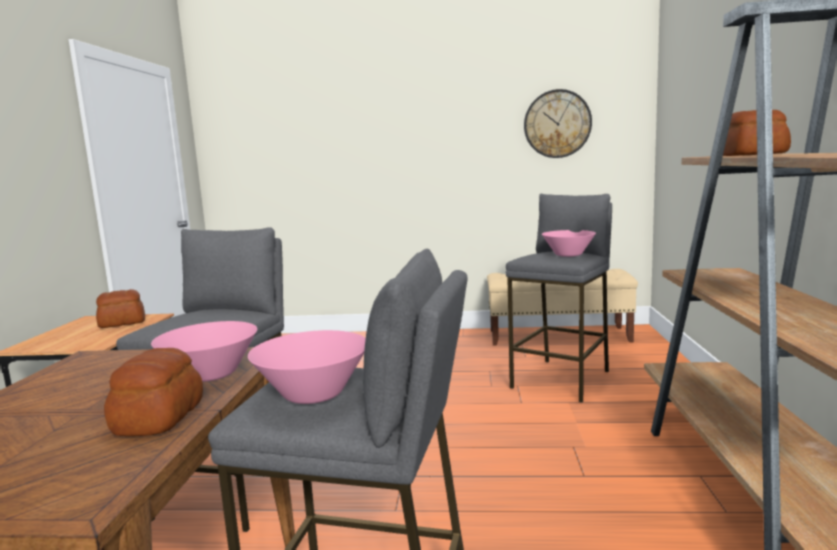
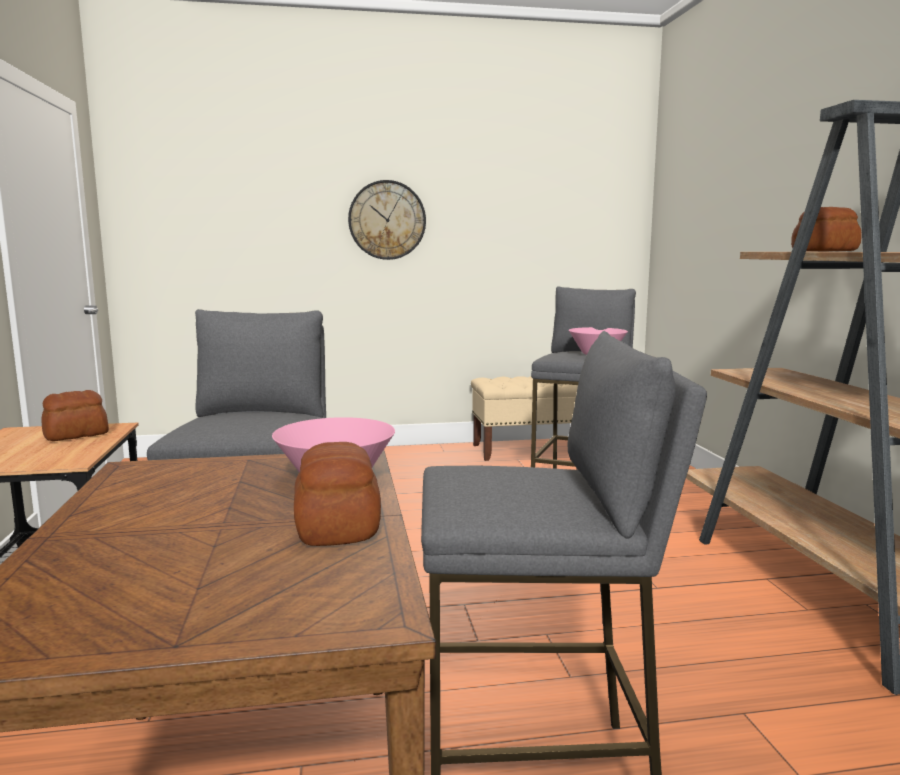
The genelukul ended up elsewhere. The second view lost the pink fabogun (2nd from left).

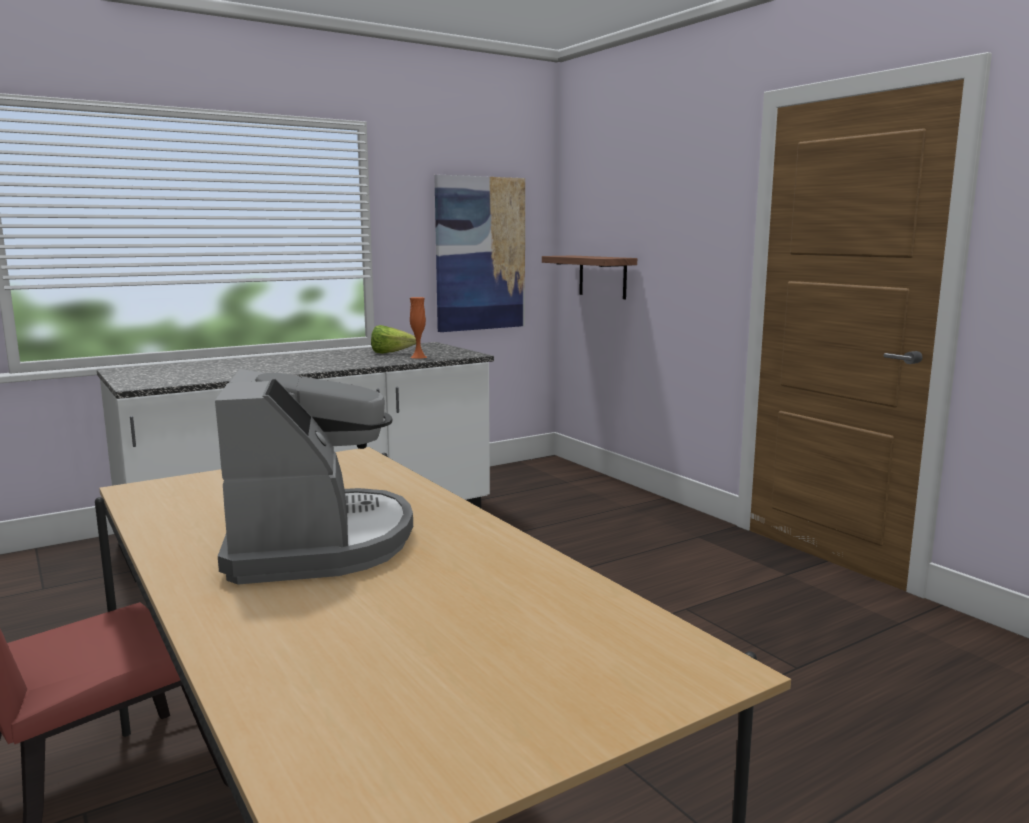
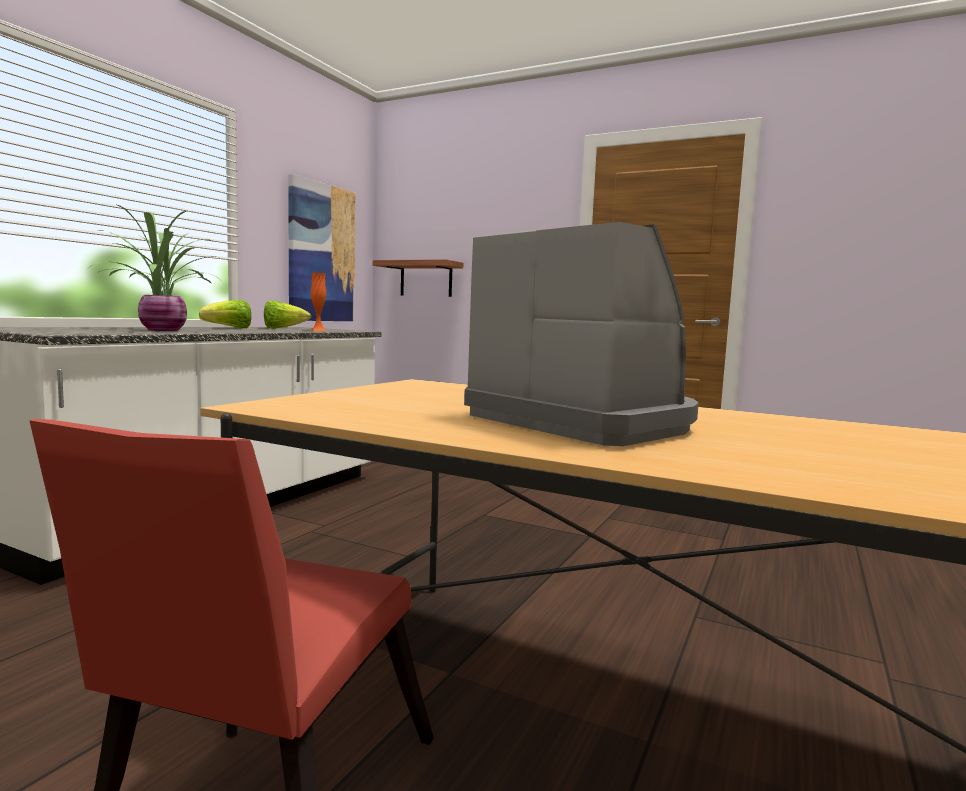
The second view gained the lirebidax. The second view gained the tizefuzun (1st from left).

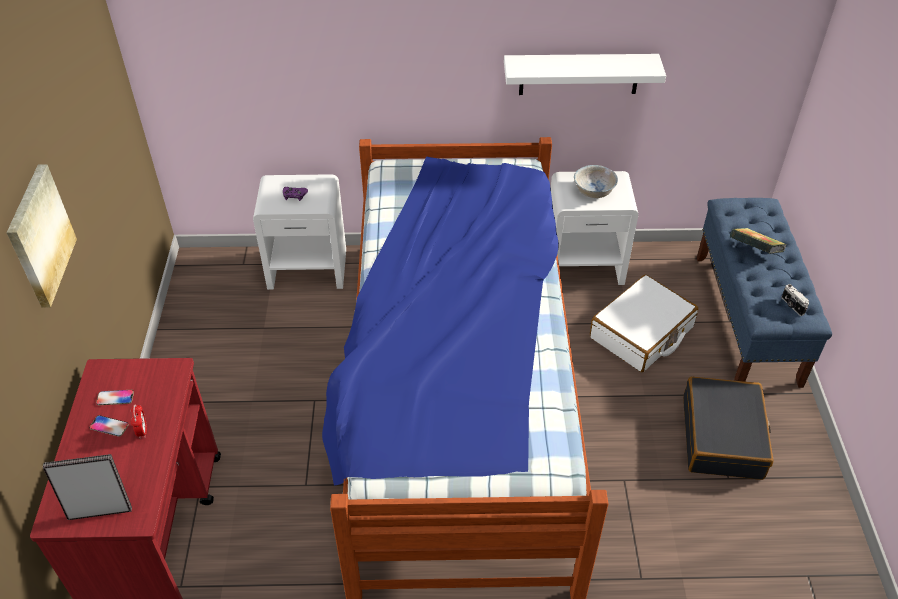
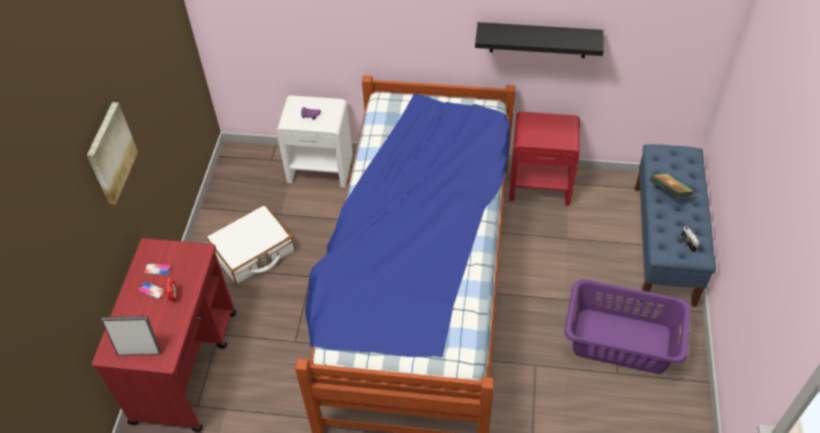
The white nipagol ended up elsewhere. What was the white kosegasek turned into the black kosegasek. What was the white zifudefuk (2nd from left) turned into the red zifudefuk. Where the black nipagol stood, the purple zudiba came to stand. The second view lost the white fabogun.

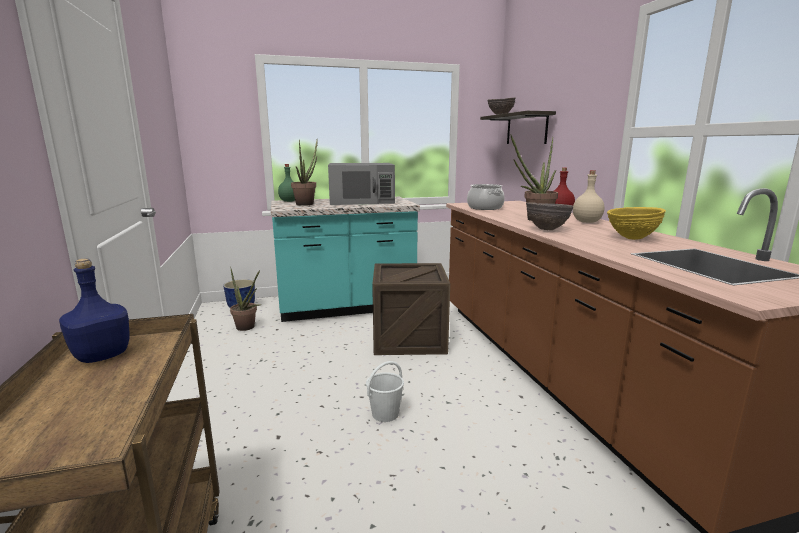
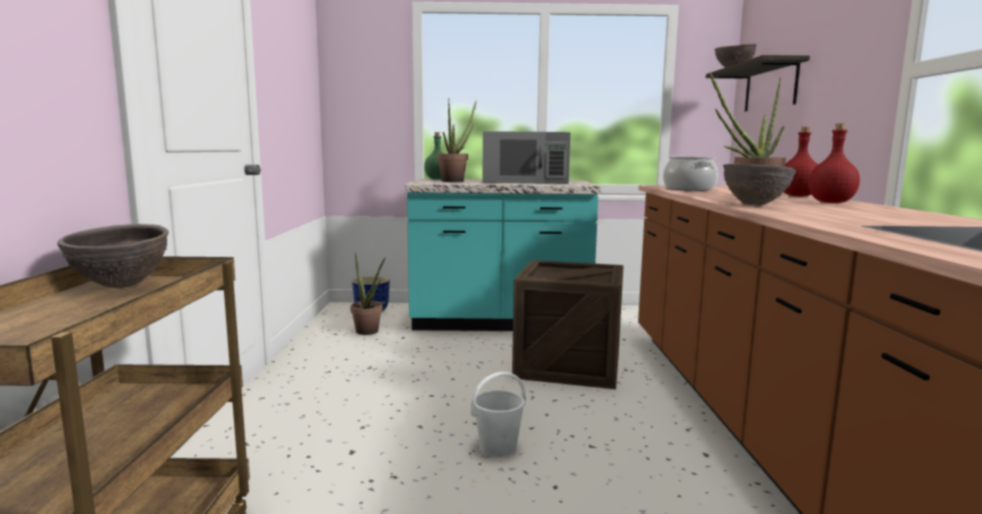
Where the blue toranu stood, the brown fabogun (1st from left) came to stand. What was the beige toranu turned into the red toranu (2nd from left). The second view lost the yellow fabogun.

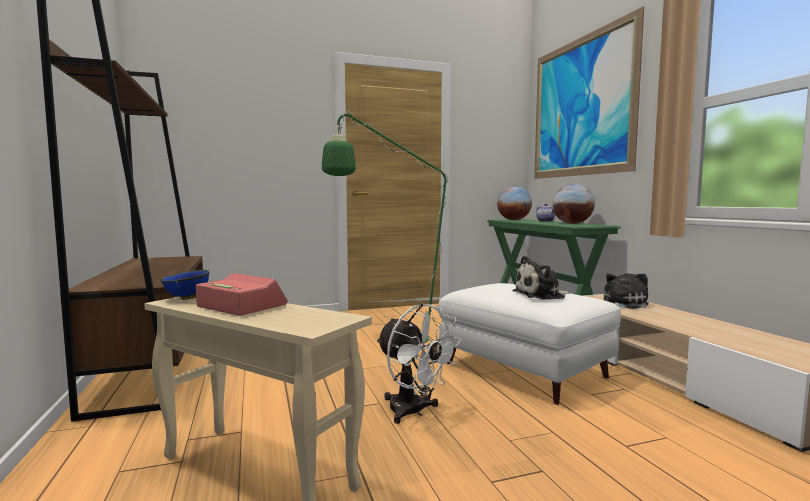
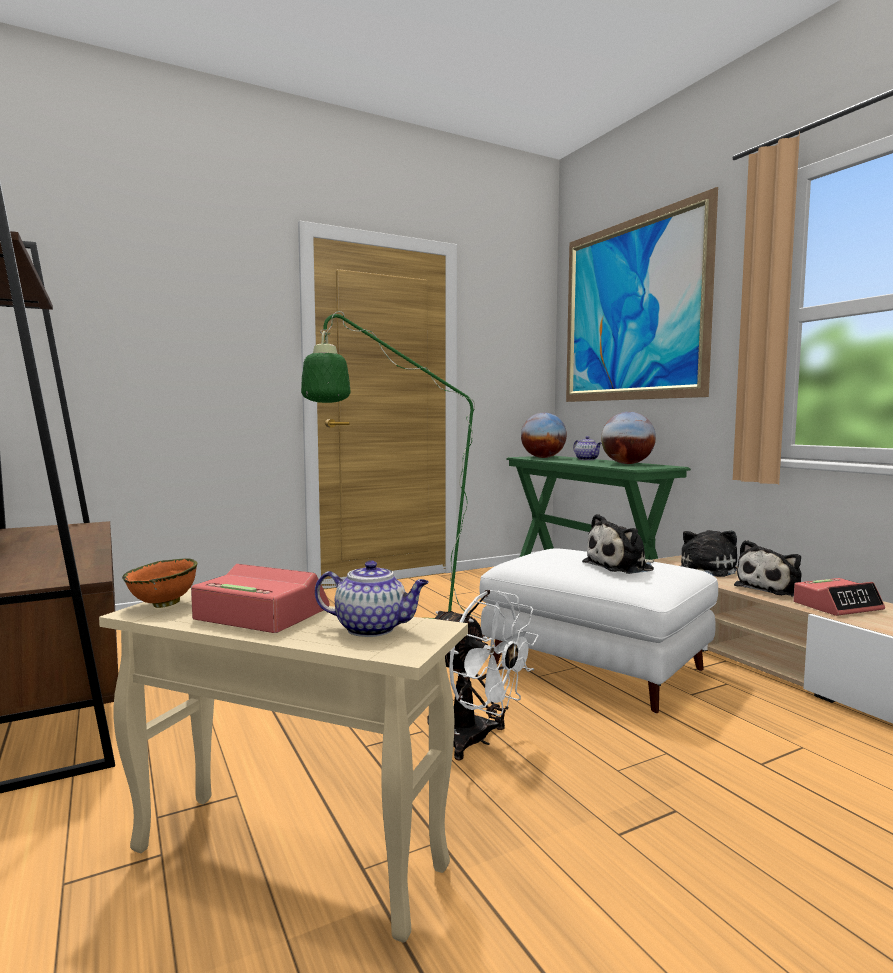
What was the blue fabogun turned into the orange fabogun. The second view gained the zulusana (1st from left). The second view gained the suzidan (3rd from left). The second view gained the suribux (2nd from left).

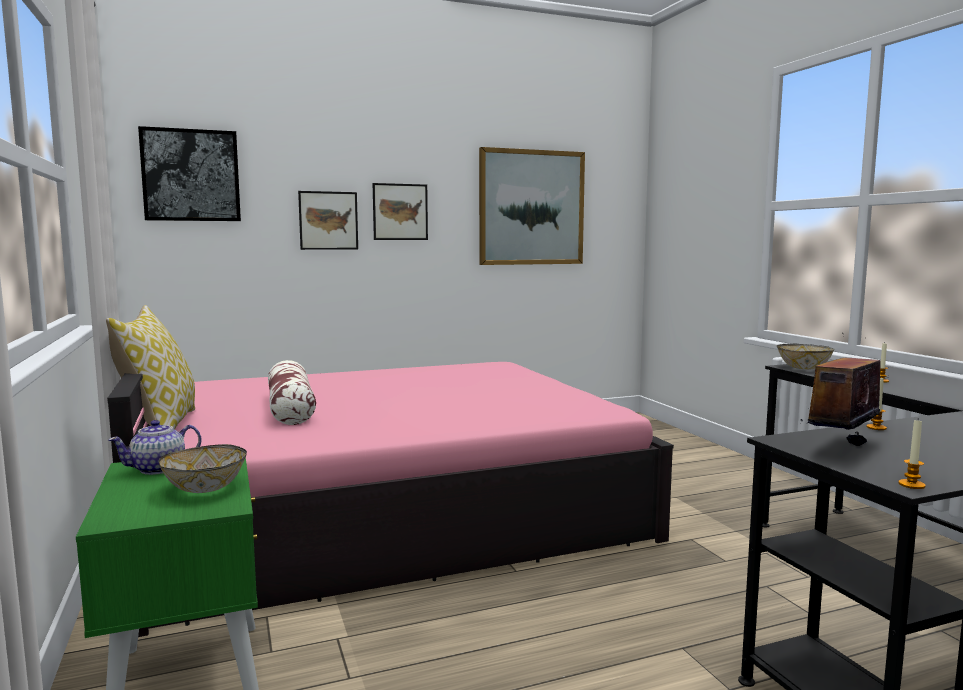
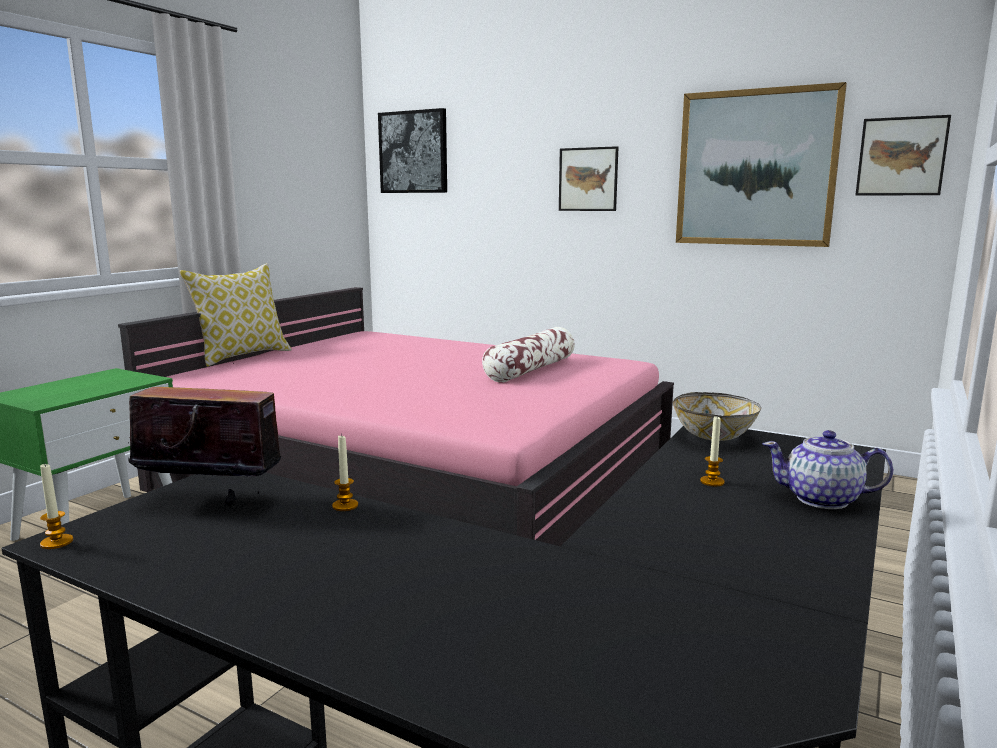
The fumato (2nd from left) ended up elsewhere. The zulusana ended up elsewhere. The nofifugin (2nd from left in the first image) ended up elsewhere. The second view lost the fabogun (1st from left).

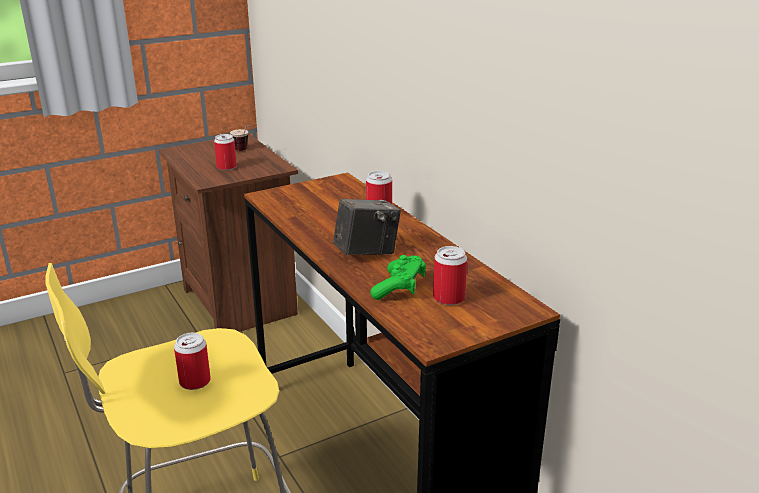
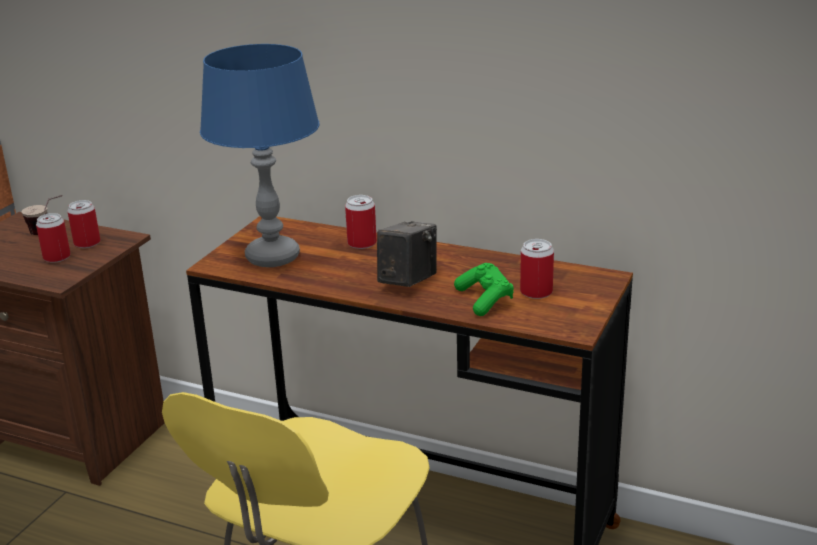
The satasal (1st from left in the first image) ended up elsewhere. The second view gained the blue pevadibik.

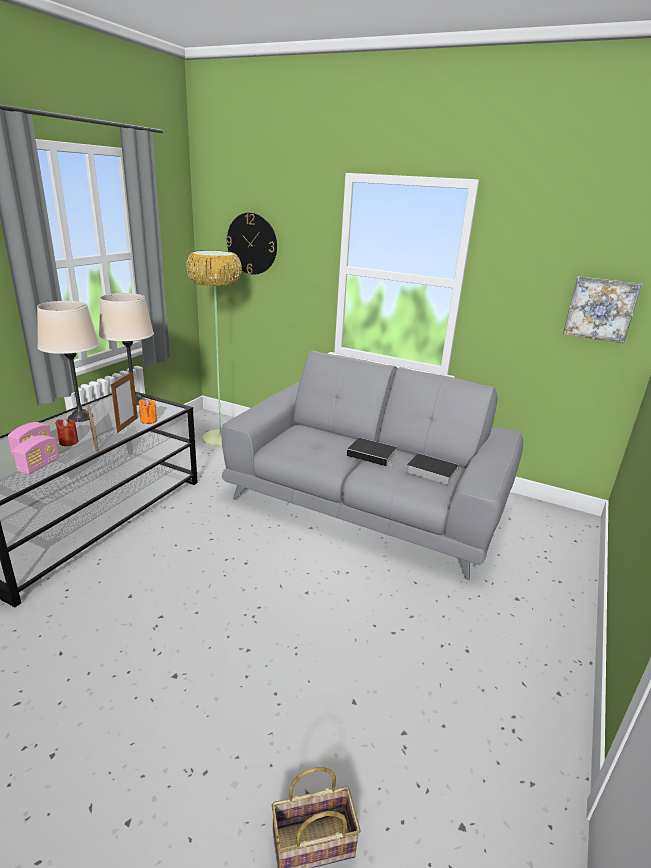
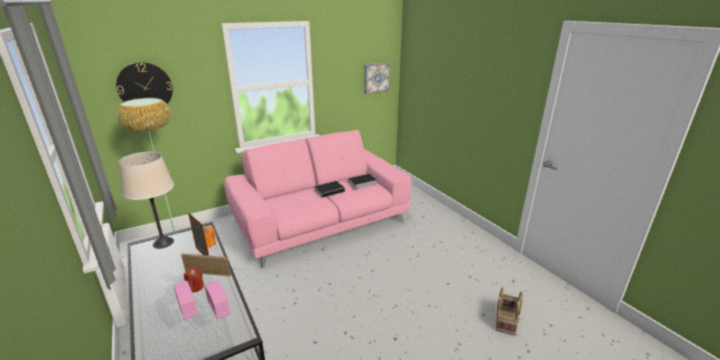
What was the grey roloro turned into the pink roloro. The second view lost the beige pevadibik (1st from left).

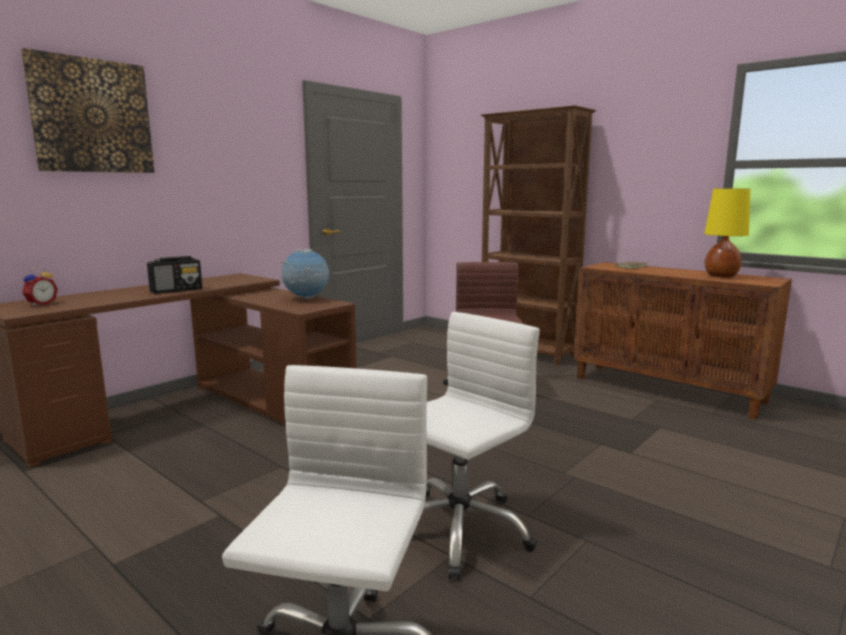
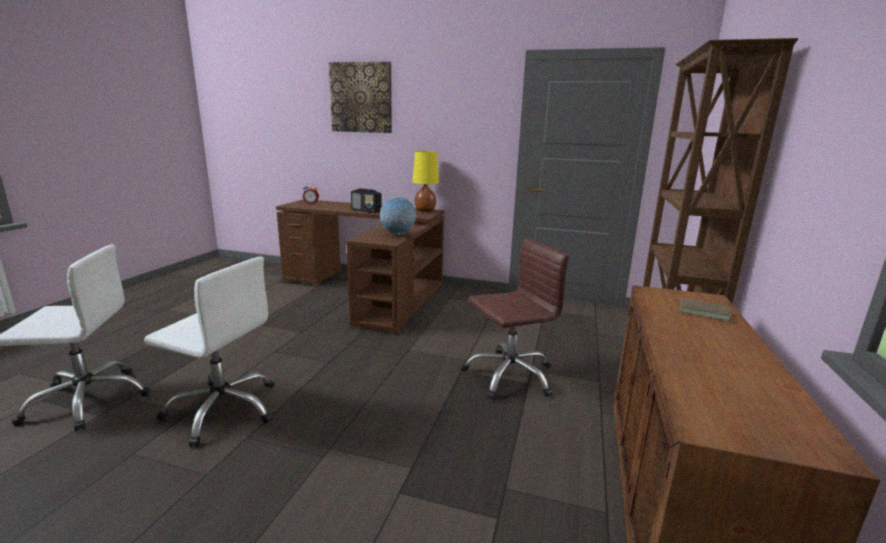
The yellow pevadibik ended up elsewhere.

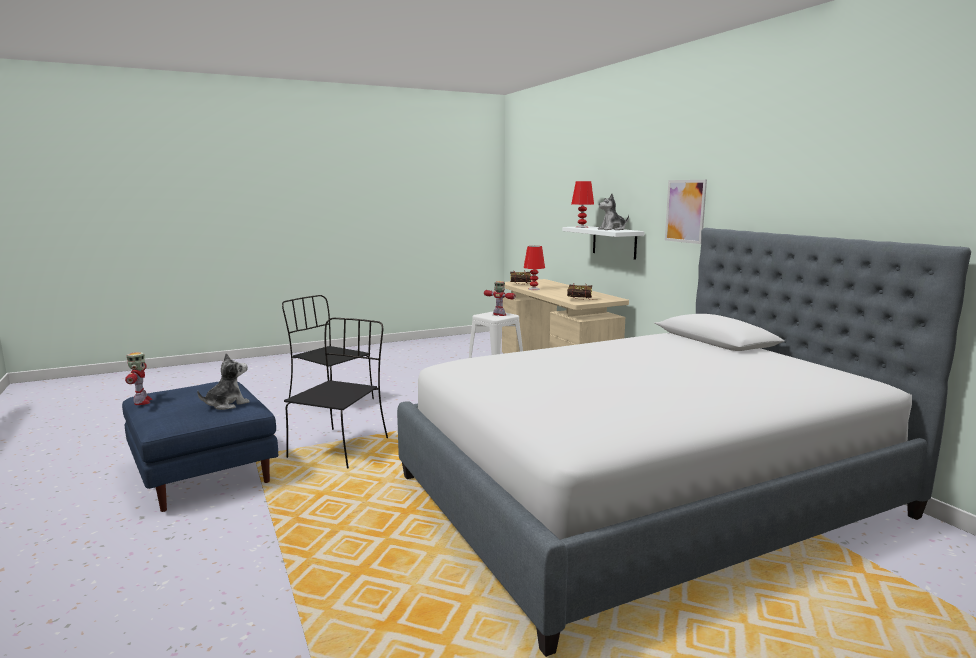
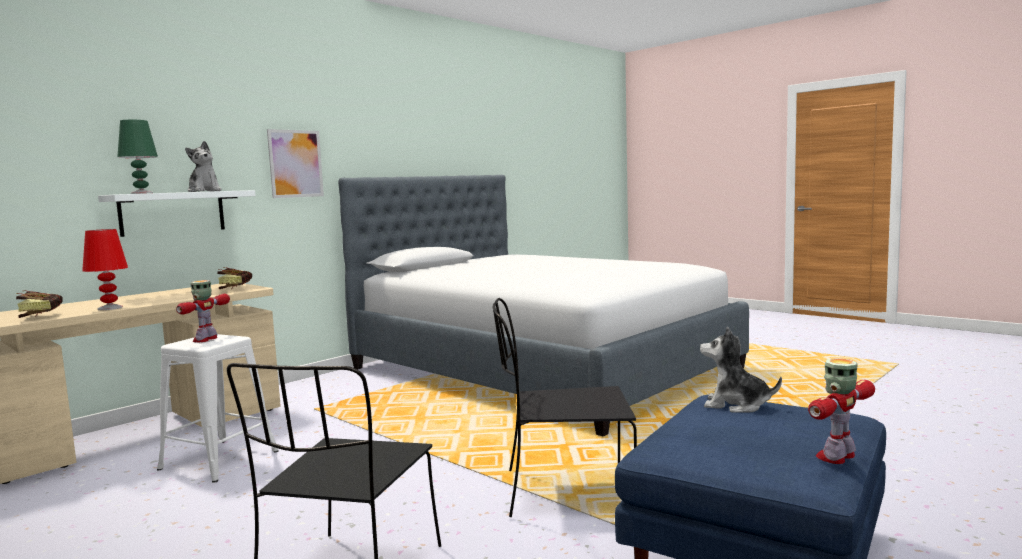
What was the red pevadibik (2nd from left) turned into the green pevadibik.

